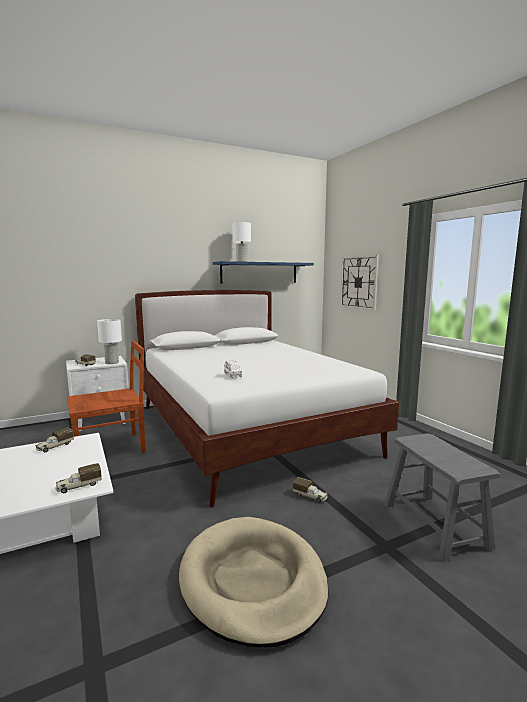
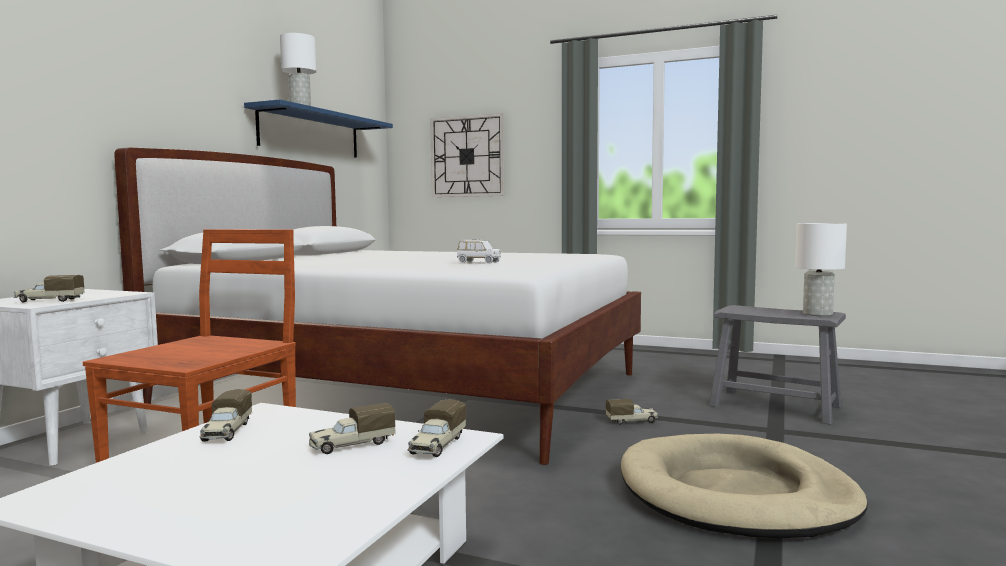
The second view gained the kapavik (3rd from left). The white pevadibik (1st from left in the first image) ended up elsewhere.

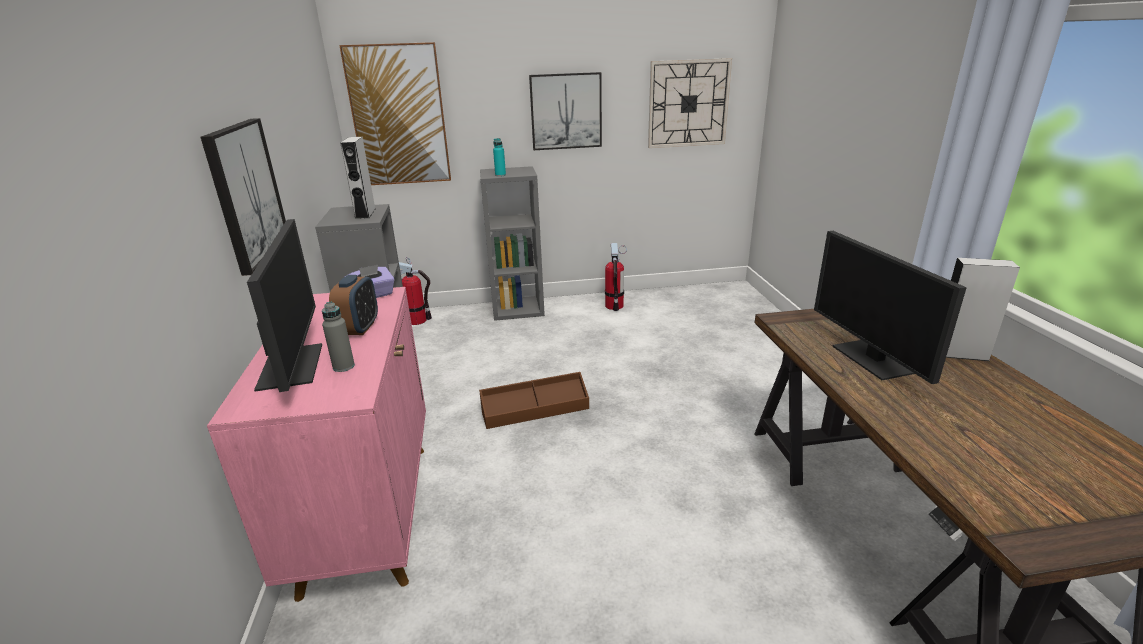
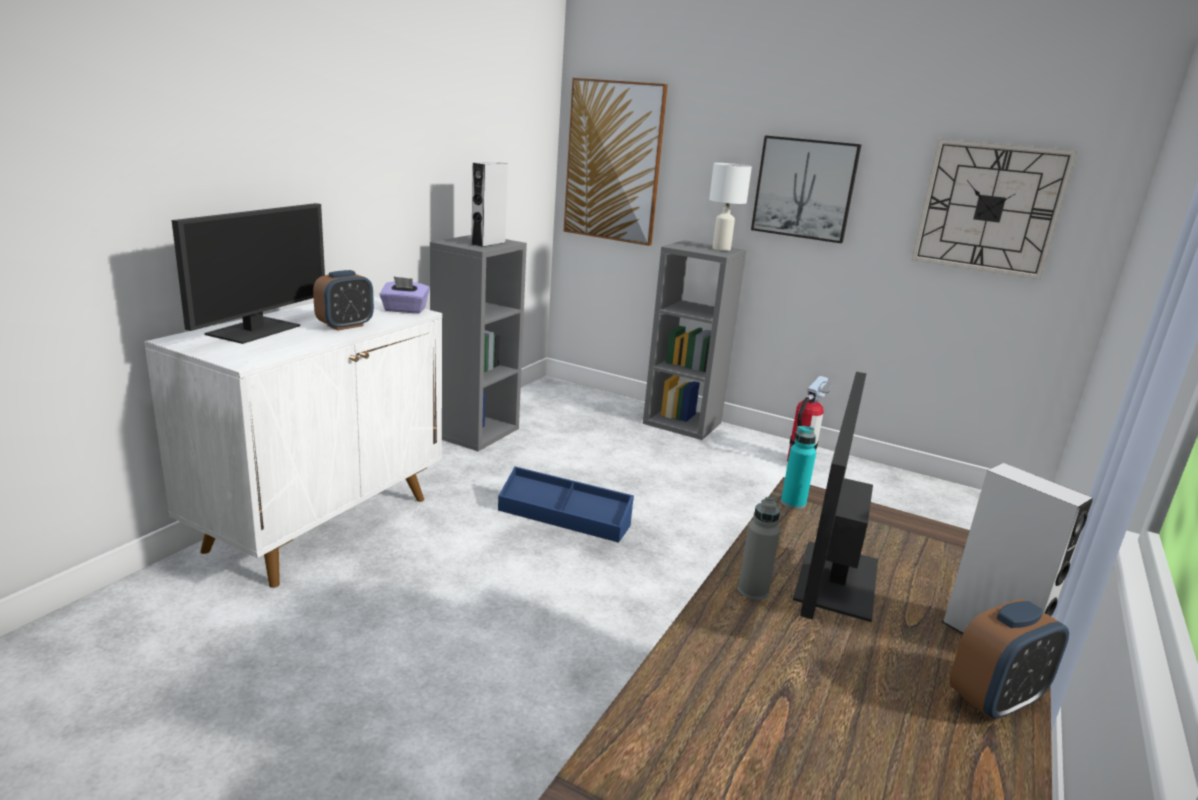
What was the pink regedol turned into the white regedol. What was the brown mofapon turned into the blue mofapon. The second view gained the white pevadibik. The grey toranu ended up elsewhere. The turquoise toranu ended up elsewhere. The second view gained the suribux (2nd from left). The second view lost the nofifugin (1st from left). The second view lost the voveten (1st from left).

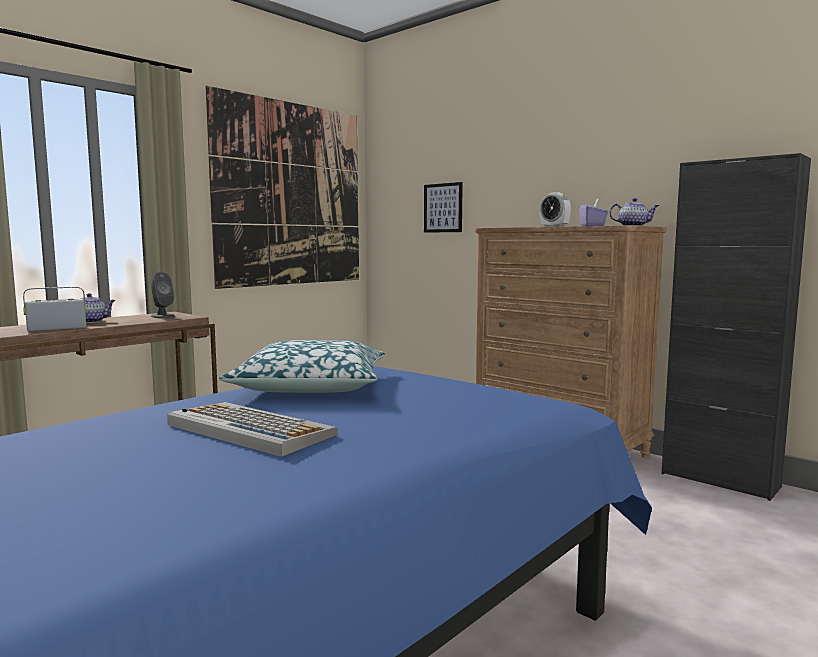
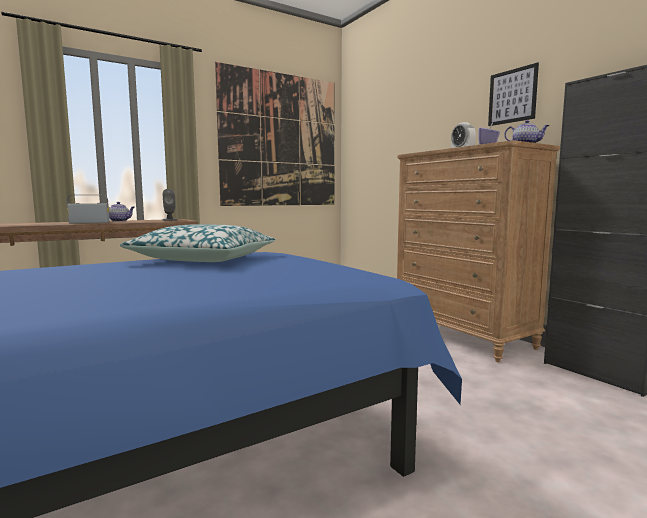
The nofifugin (2nd from left) ended up elsewhere. The second view lost the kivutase.

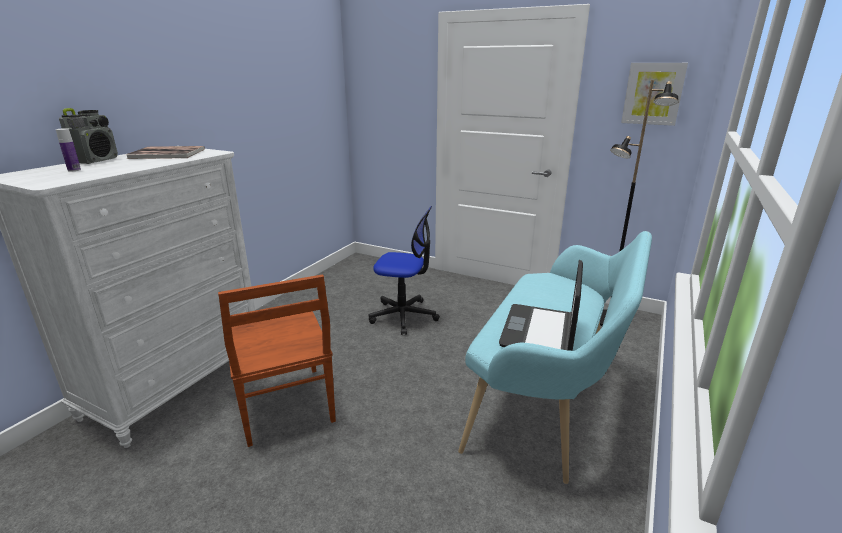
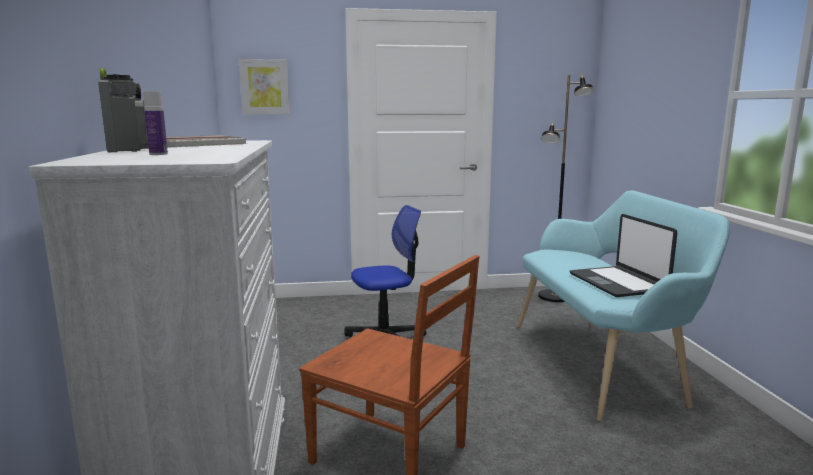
The nofifugin ended up elsewhere.

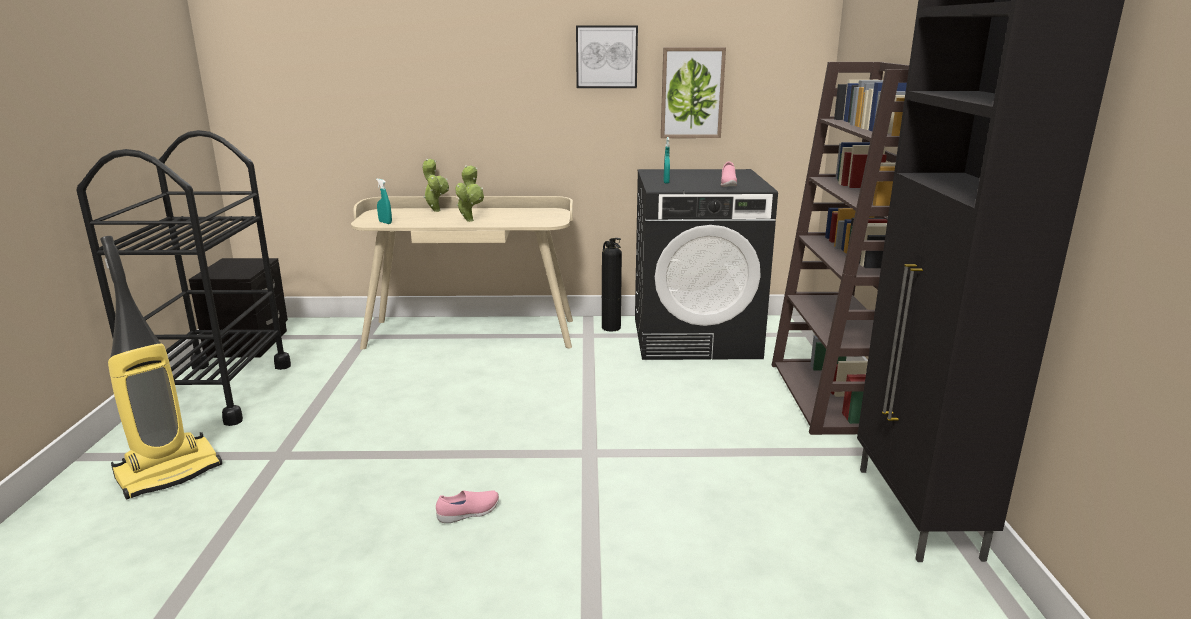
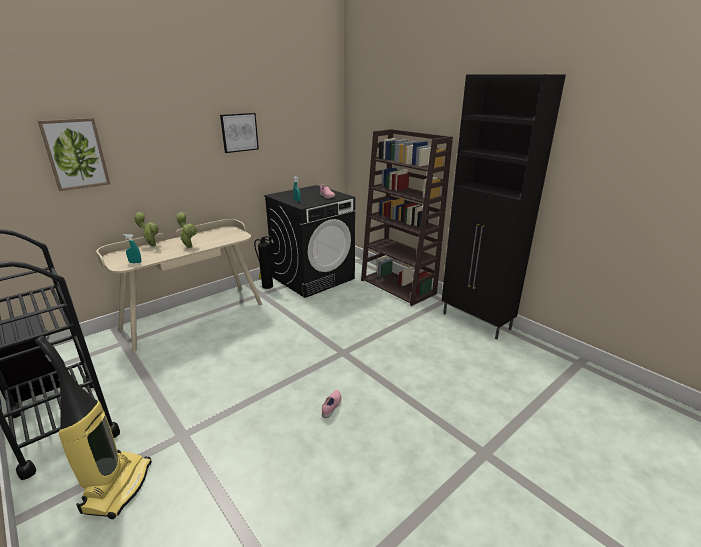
The nofifugin (2nd from left in the first image) ended up elsewhere.

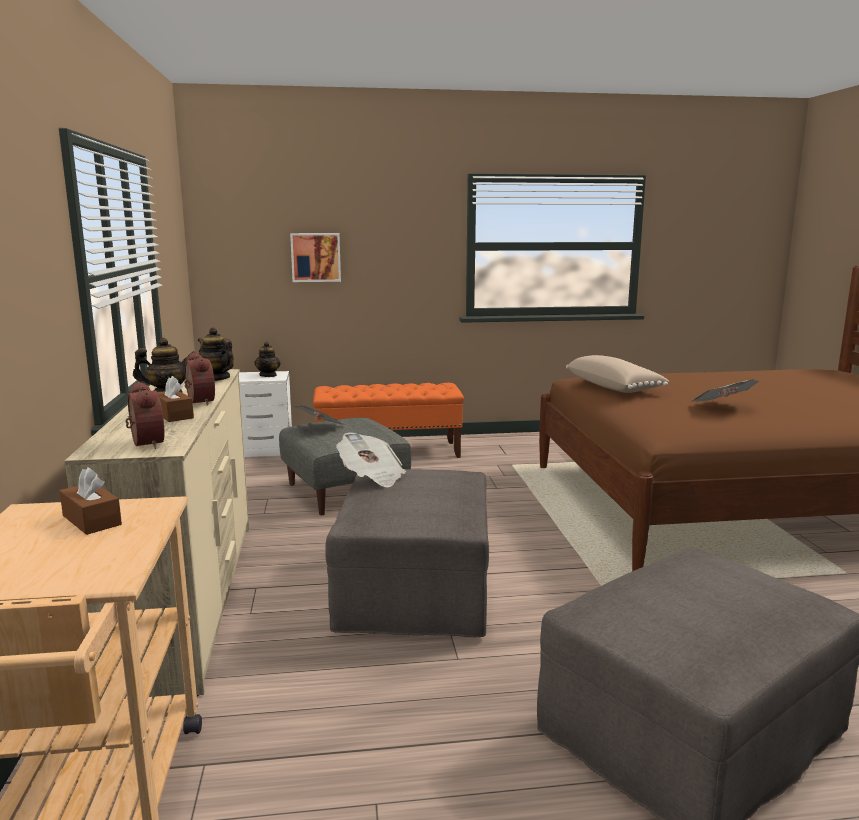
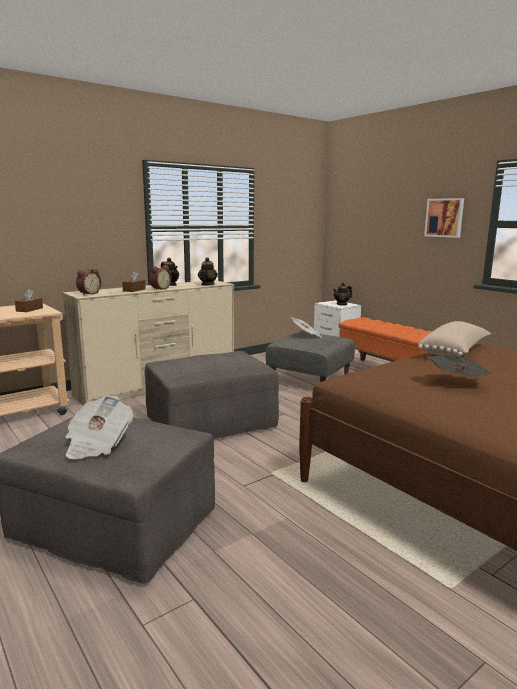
The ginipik (2nd from left in the first image) ended up elsewhere. The nofifugin ended up elsewhere.

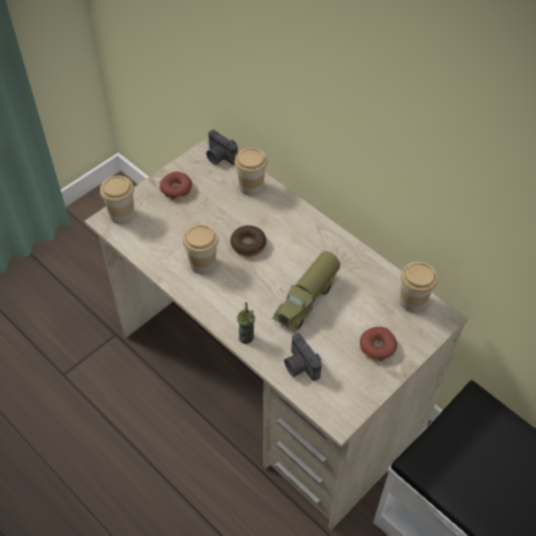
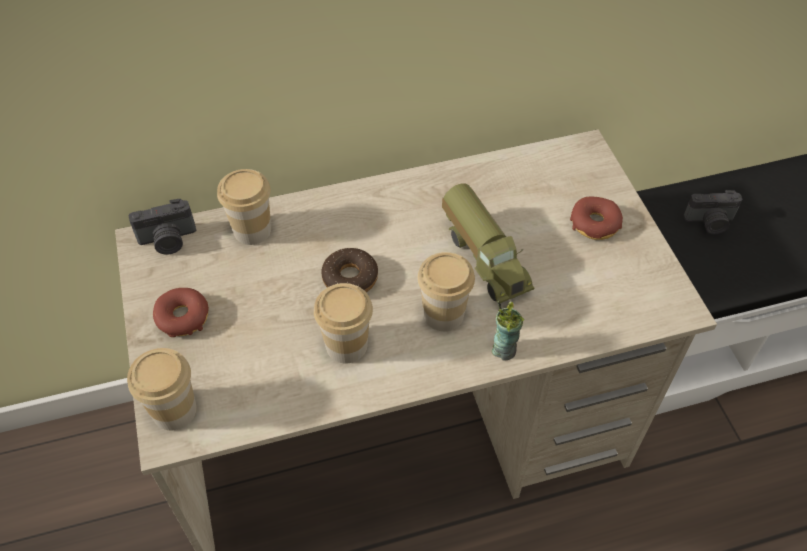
The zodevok (5th from left in the first image) ended up elsewhere. The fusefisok (2nd from left) ended up elsewhere.

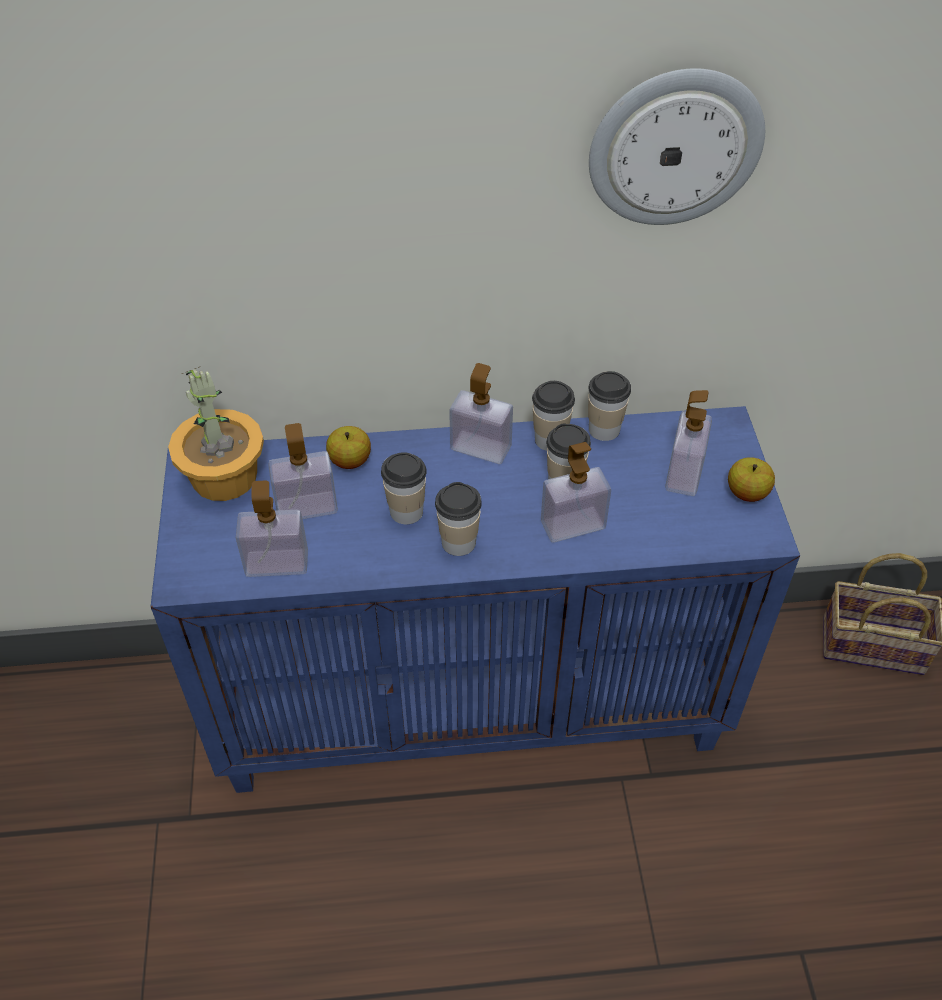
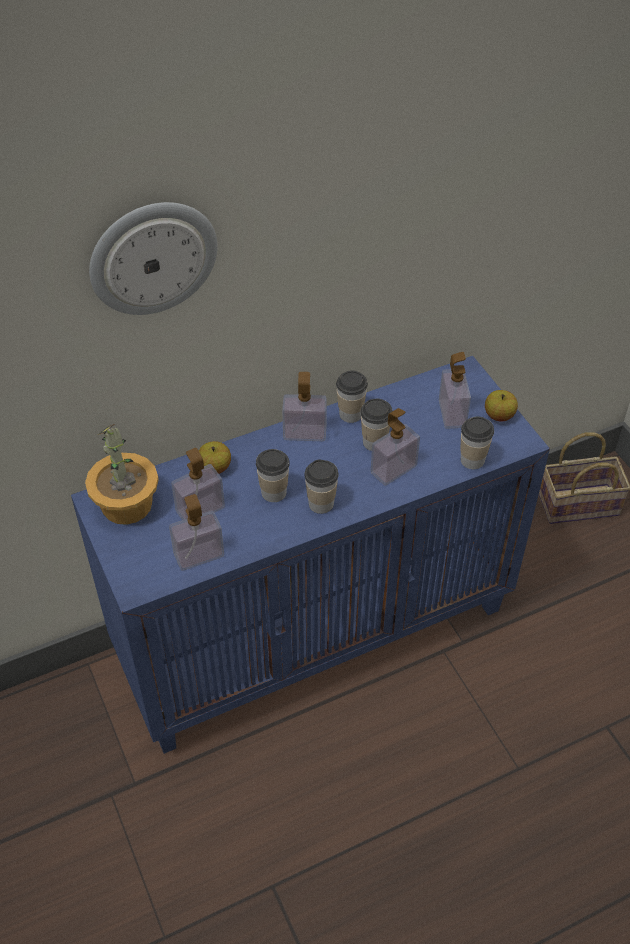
The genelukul ended up elsewhere. The zodevok (5th from left) ended up elsewhere.

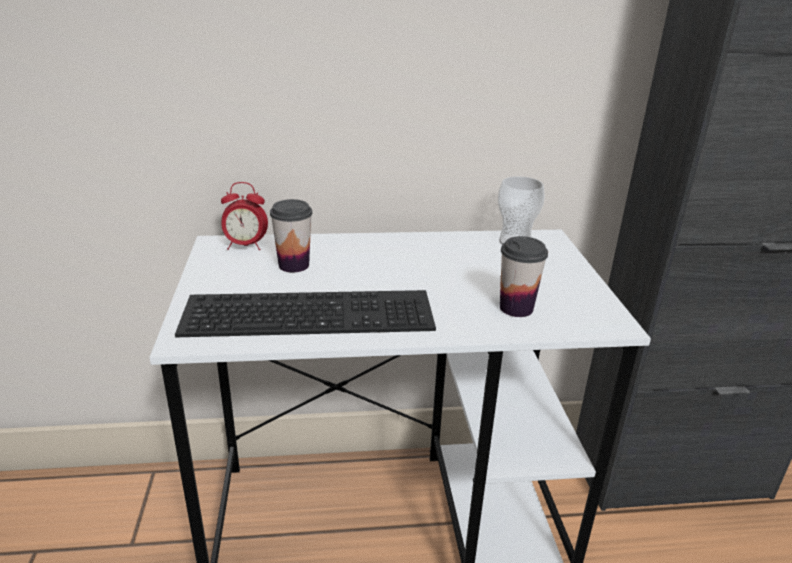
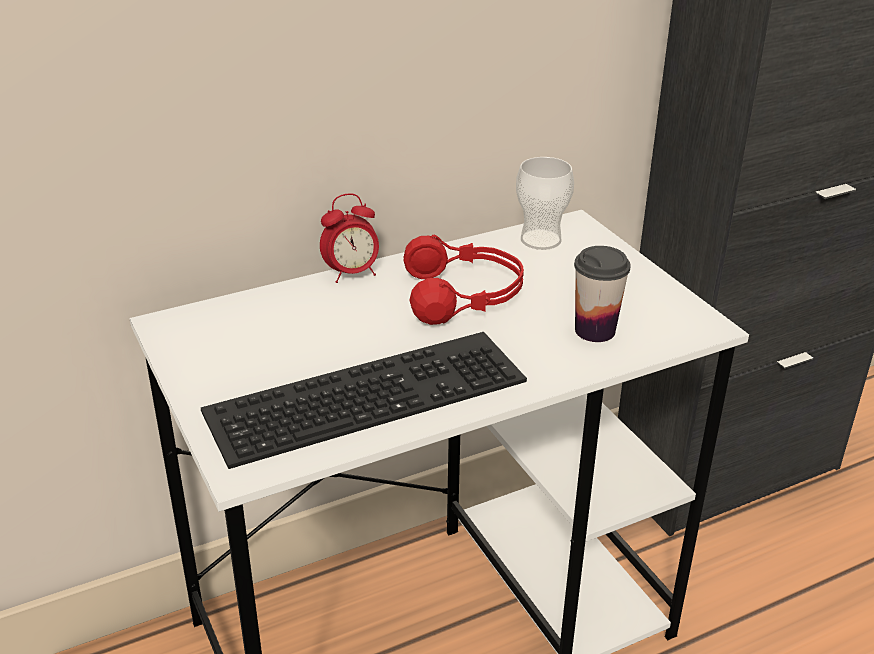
The suribux ended up elsewhere. The second view gained the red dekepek. The second view lost the zodevok (1st from left).

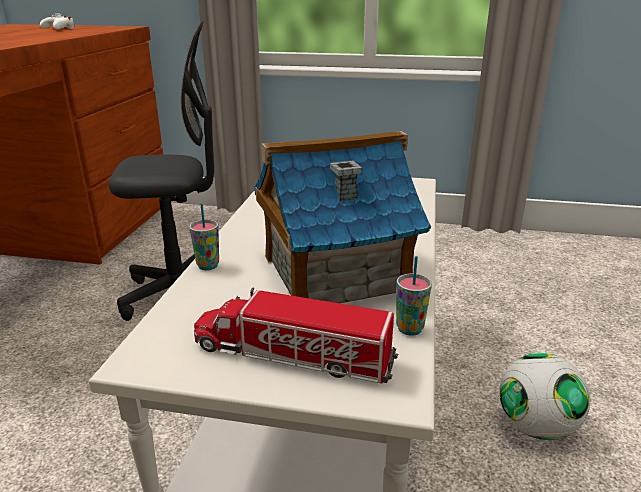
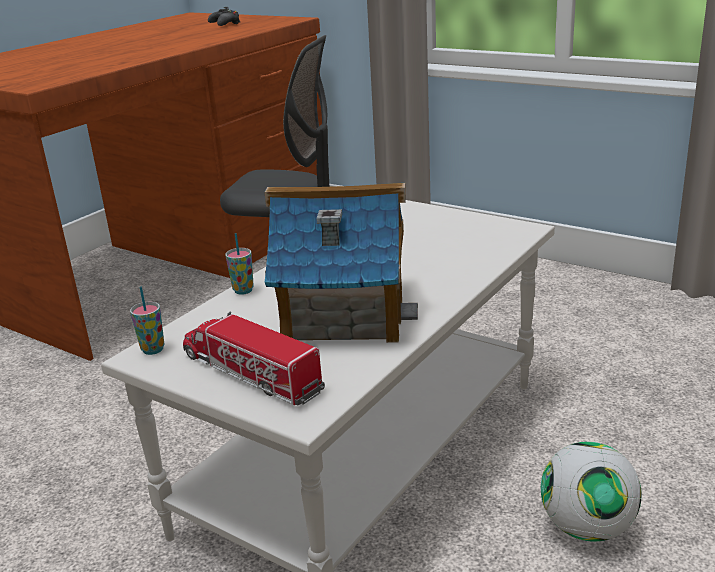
The zodevok (2nd from left in the first image) ended up elsewhere. What was the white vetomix turned into the black vetomix.

